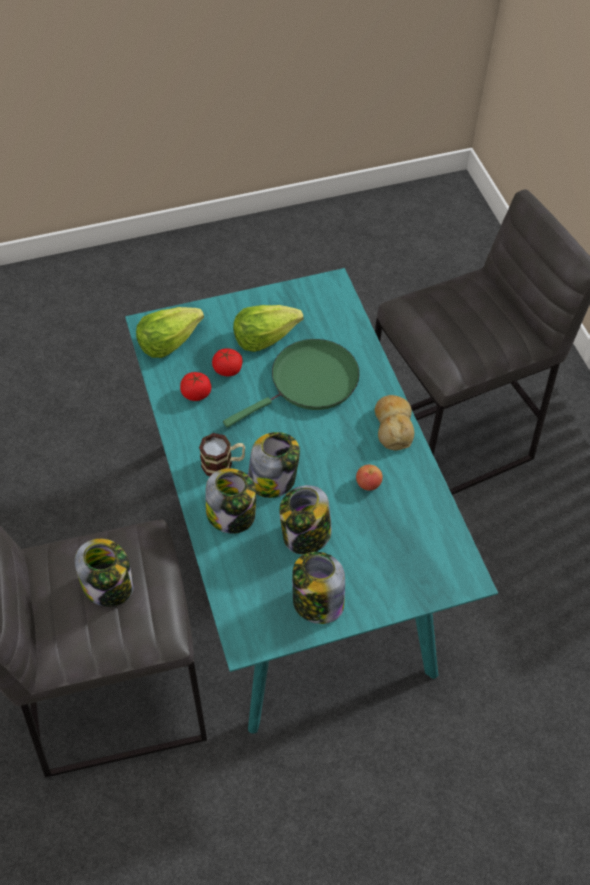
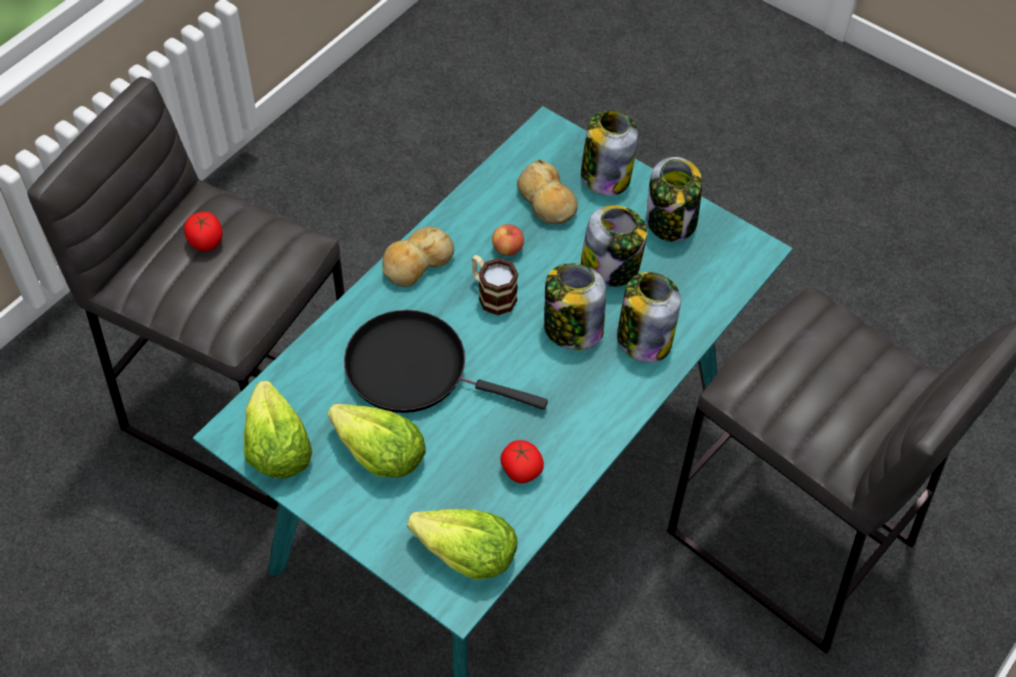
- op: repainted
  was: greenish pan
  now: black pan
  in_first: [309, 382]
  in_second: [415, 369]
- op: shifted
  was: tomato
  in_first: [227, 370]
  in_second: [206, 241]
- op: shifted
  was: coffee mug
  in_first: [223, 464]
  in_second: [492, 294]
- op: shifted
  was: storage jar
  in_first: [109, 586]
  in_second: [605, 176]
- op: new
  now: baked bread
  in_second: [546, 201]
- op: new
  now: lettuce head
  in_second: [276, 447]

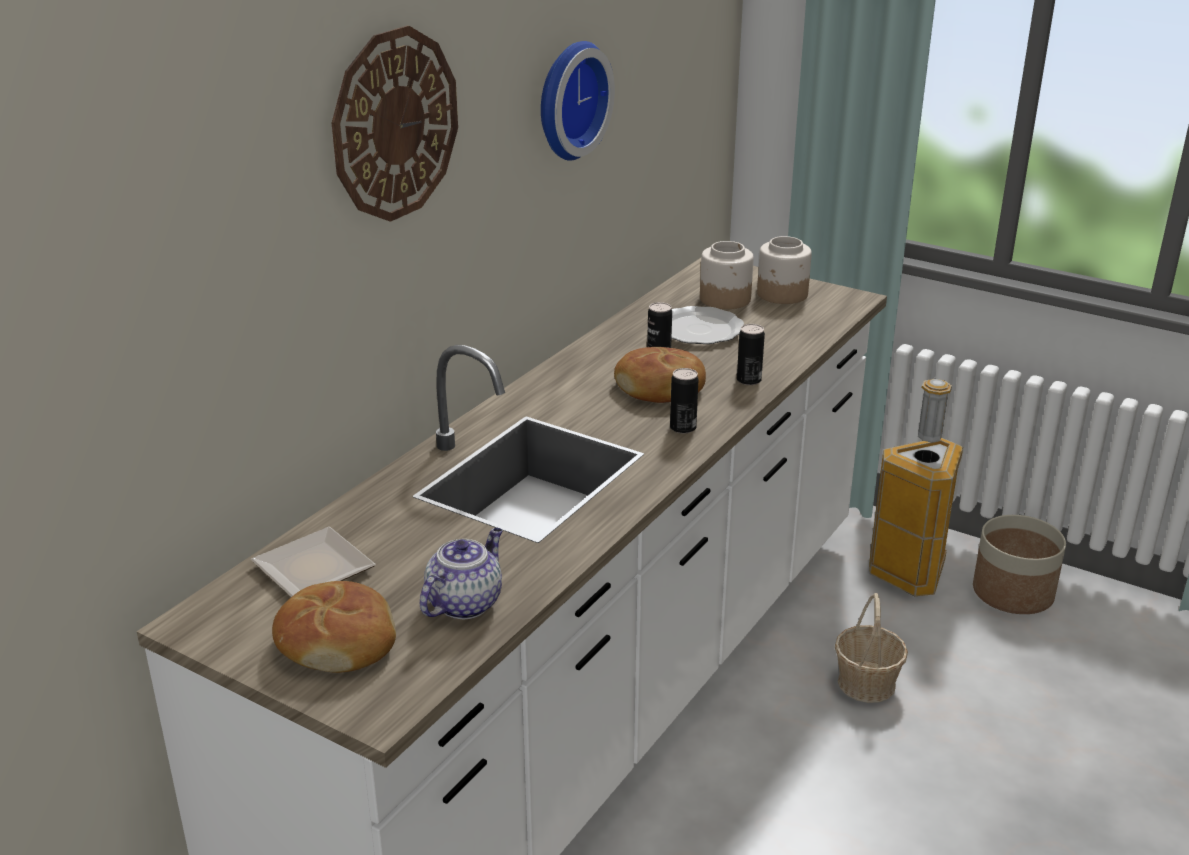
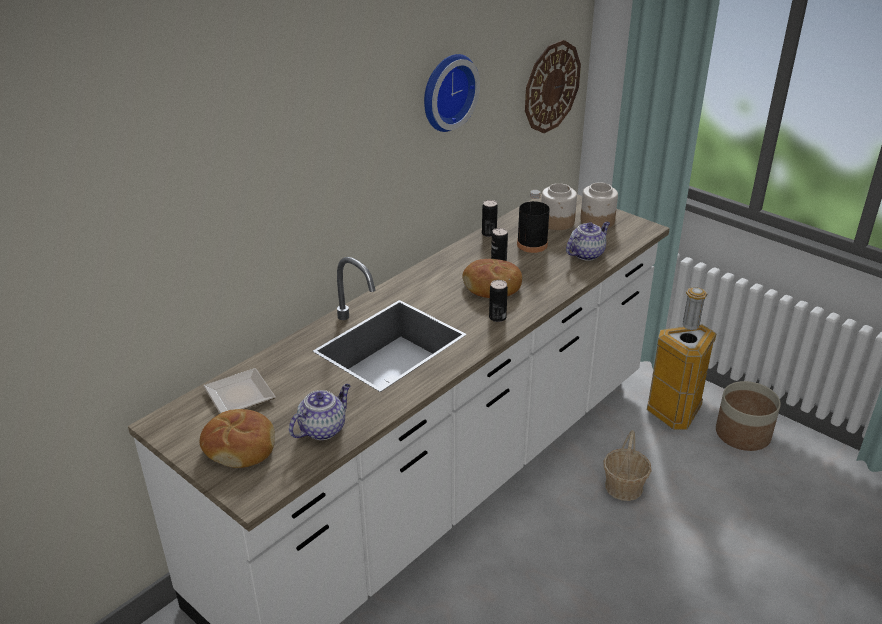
- op: shifted
  was: wall clock
  in_first: [395, 124]
  in_second: [551, 87]
- op: swapped
  was: dinner plate
  now: black bottle
  in_first: [699, 330]
  in_second: [532, 245]
- op: shifted
  was: metal can
  in_first: [749, 380]
  in_second: [489, 233]
- op: new
  now: pot for tea
  in_second: [586, 254]

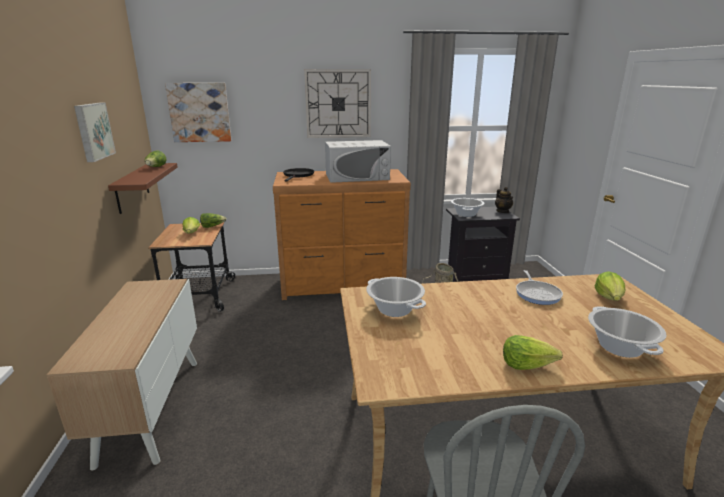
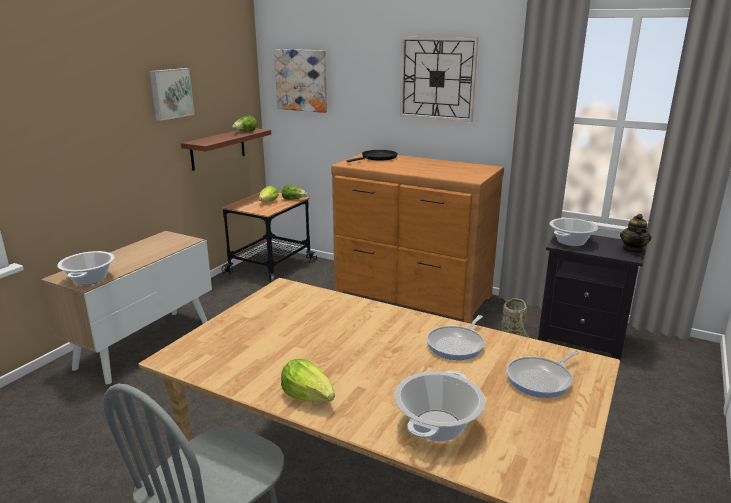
- op: gone
  was: whitish microwave oven
  in_first: [357, 177]
- op: swapped
  was: lettuce head
  now: pan
  in_first: [609, 298]
  in_second: [541, 379]
- op: shifted
  was: stockpot
  in_first: [395, 309]
  in_second: [90, 279]

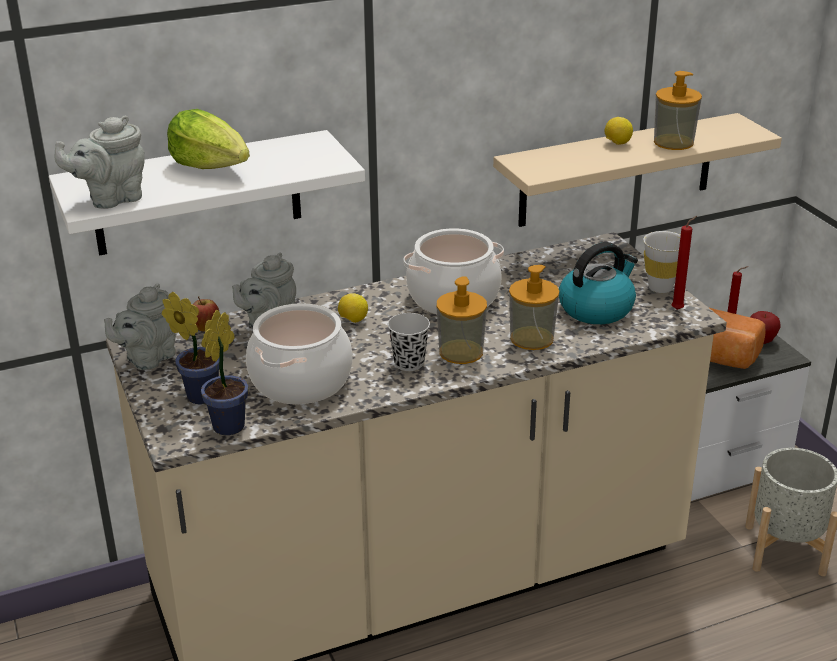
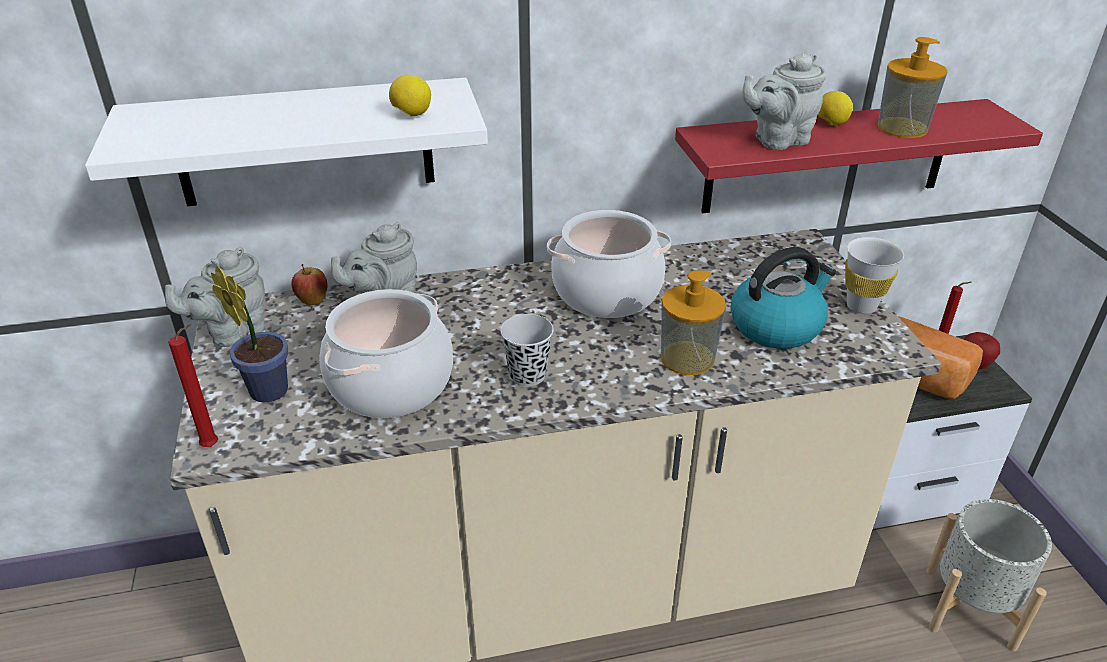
- op: gone
  was: lettuce head
  in_first: [211, 166]
- op: repainted
  was: beige-coloured shelf
  now: red-coloured shelf
  in_first: [617, 170]
  in_second: [828, 157]
- op: shifted
  was: gray pot for tea
  in_first: [111, 199]
  in_second: [777, 140]
- op: shifted
  was: red-coloured wax light
  in_first: [679, 309]
  in_second: [213, 446]
- op: gone
  was: soap dispenser
  in_first: [461, 352]
- op: shifted
  was: whole lemon
  in_first: [353, 320]
  in_second: [411, 115]
- op: gone
  was: plant in a pot
  in_first: [231, 424]

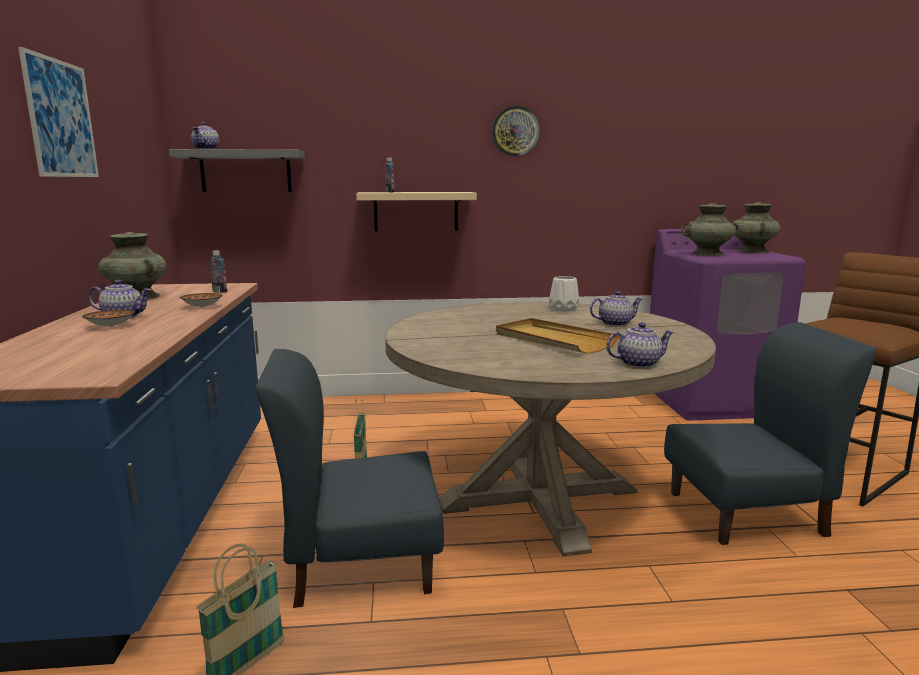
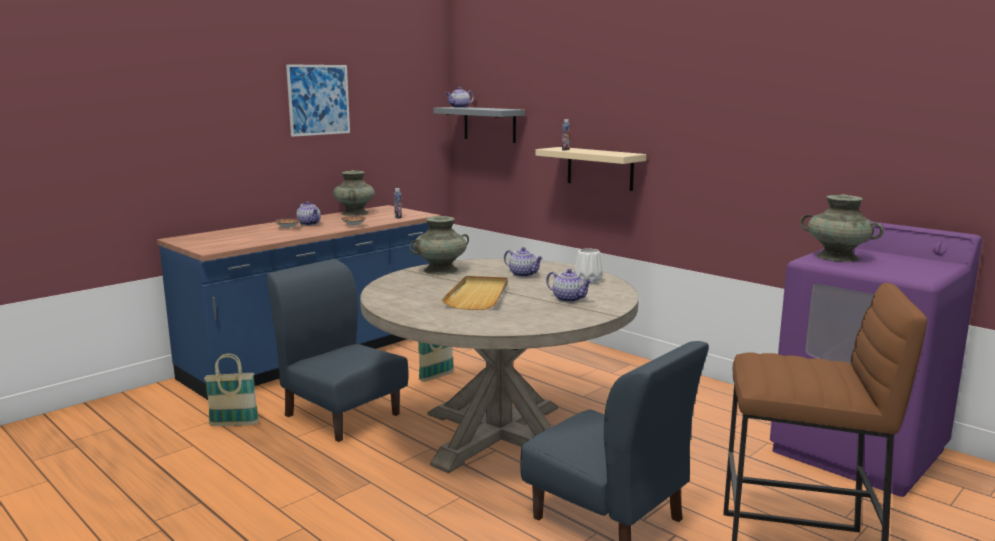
- op: gone
  was: wall clock
  in_first: [515, 131]
- op: shifted
  was: blue-green decorative vase
  in_first: [752, 251]
  in_second: [440, 270]
- op: shifted
  was: pot for tea
  in_first: [638, 363]
  in_second: [523, 274]

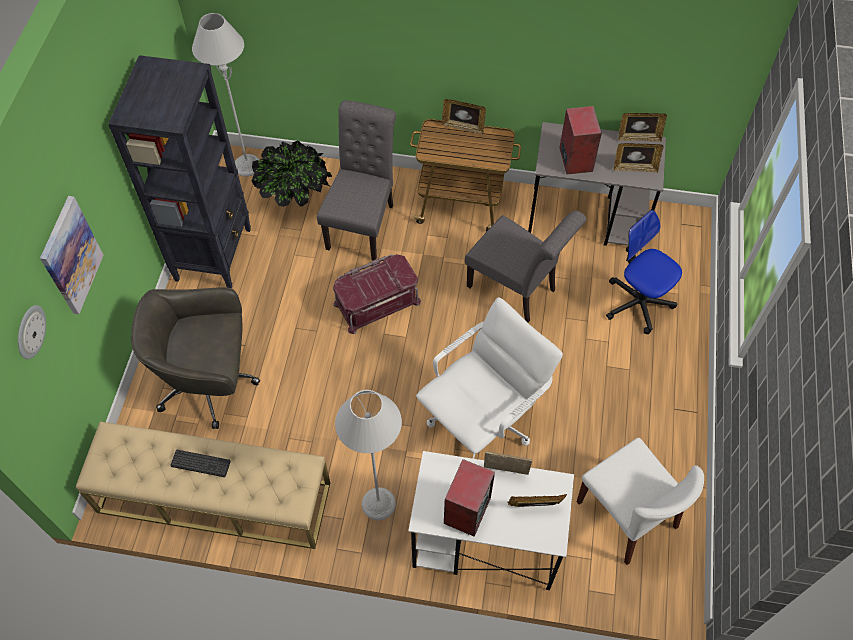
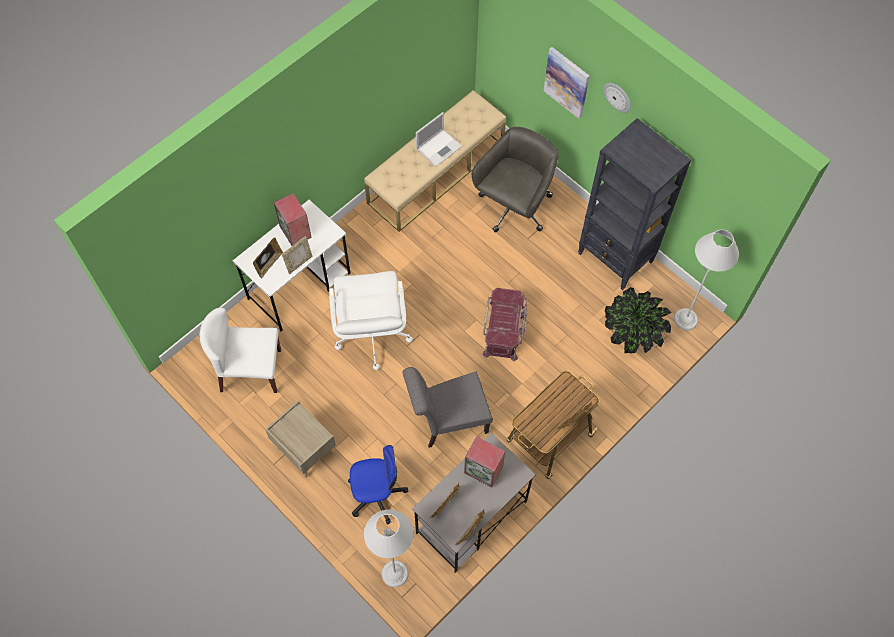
- op: gone
  was: gray plain chair
  in_first: [363, 223]
- op: shifted
  was: wall clock
  in_first: [30, 331]
  in_second: [617, 97]
- op: shifted
  was: gray floor lamp
  in_first: [378, 503]
  in_second: [395, 573]
- op: swapped
  was: computer keyboard
  now: portable computer
  in_first: [200, 463]
  in_second: [439, 147]
- op: new
  now: beige-coloured night table
  in_second: [304, 451]

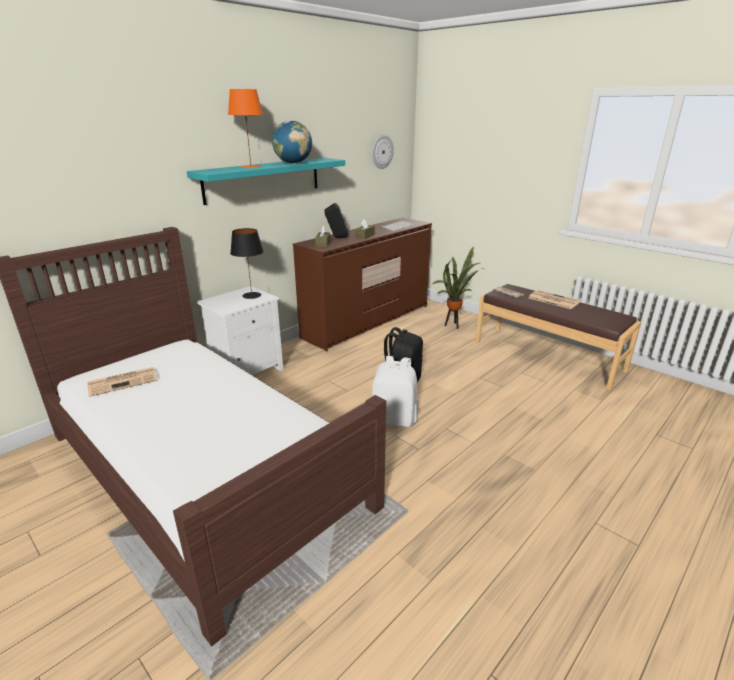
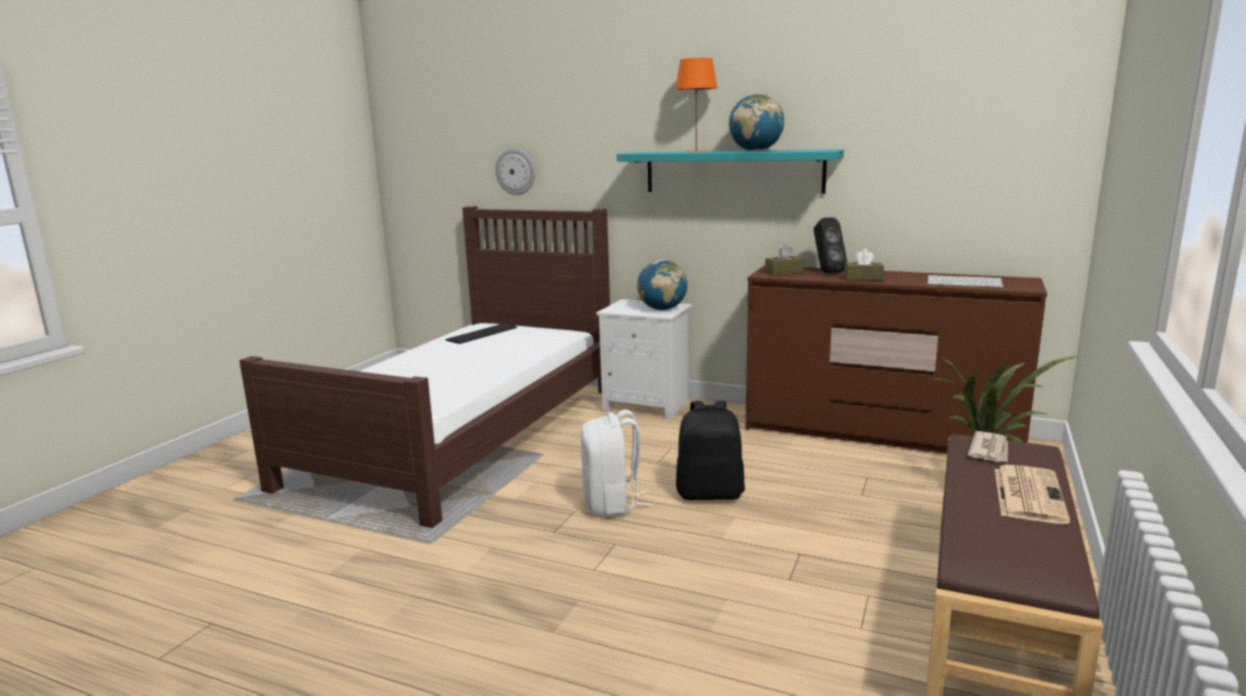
- op: shifted
  was: wall clock
  in_first: [382, 152]
  in_second: [516, 171]
- op: swapped
  was: black lamp for a table
  now: desk globe
  in_first: [252, 295]
  in_second: [662, 309]
- op: swapped
  was: printed paper
  now: computer keyboard
  in_first: [124, 381]
  in_second: [483, 334]

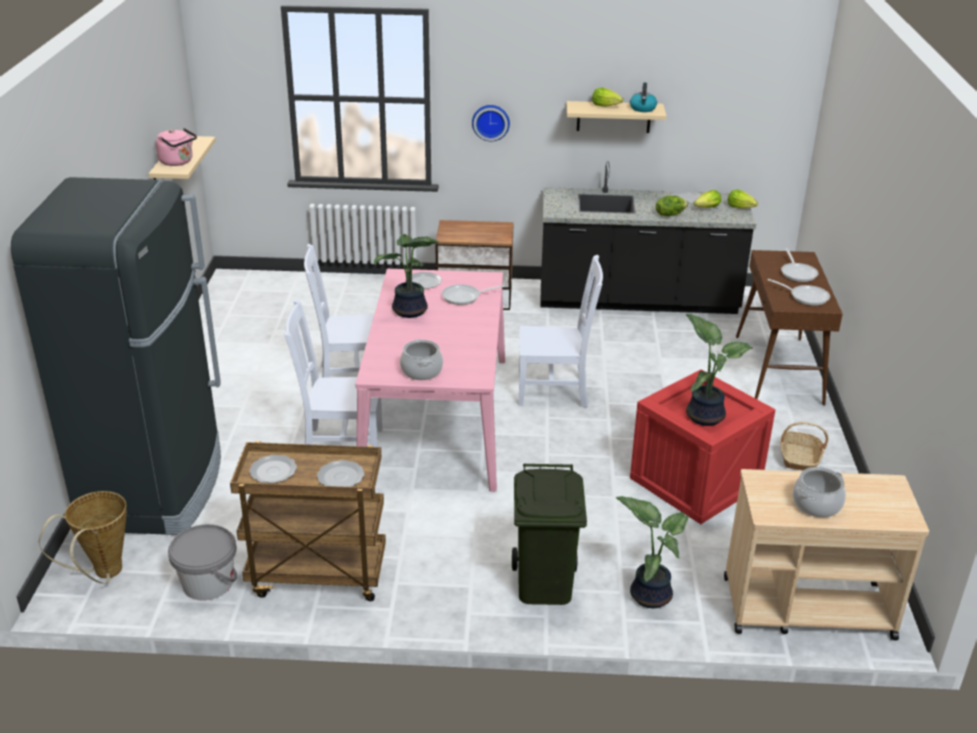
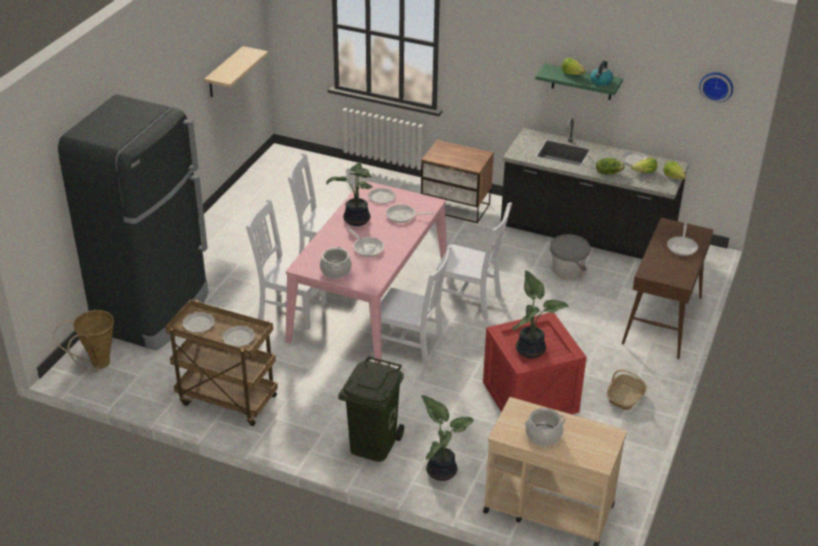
- op: repainted
  was: beige-coloured shelf
  now: greenish shelf
  in_first: [613, 117]
  in_second: [582, 82]
- op: shifted
  was: wall clock
  in_first: [490, 122]
  in_second: [716, 86]
- op: gone
  was: pink tea kettle
  in_first: [178, 162]
- op: shifted
  was: pan
  in_first: [805, 297]
  in_second: [367, 247]
- op: shifted
  was: gray pail
  in_first: [208, 583]
  in_second: [567, 270]
- op: new
  now: whitish plain chair
  in_second: [411, 346]

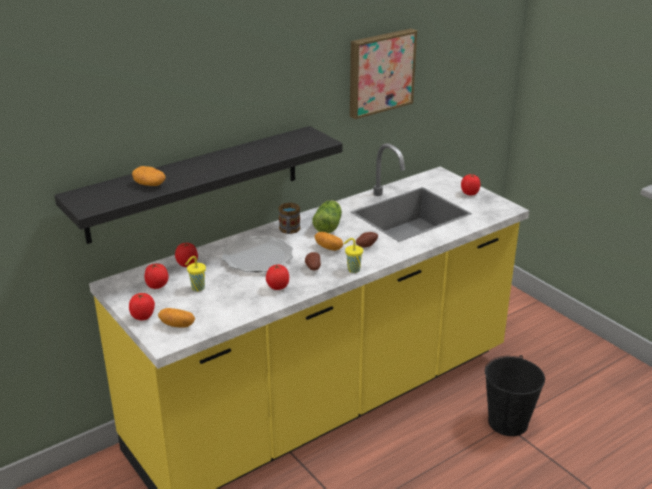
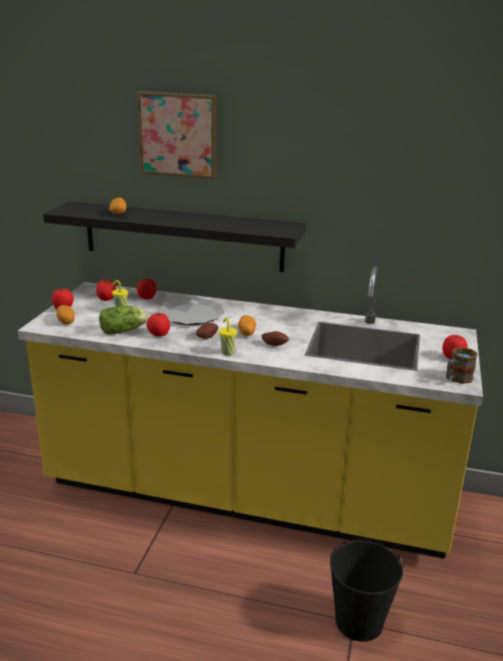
- op: shifted
  was: wall picture
  in_first: [380, 72]
  in_second: [179, 134]
- op: shifted
  was: lettuce head
  in_first: [328, 225]
  in_second: [125, 330]
- op: shifted
  was: coffee mug
  in_first: [289, 231]
  in_second: [456, 379]

